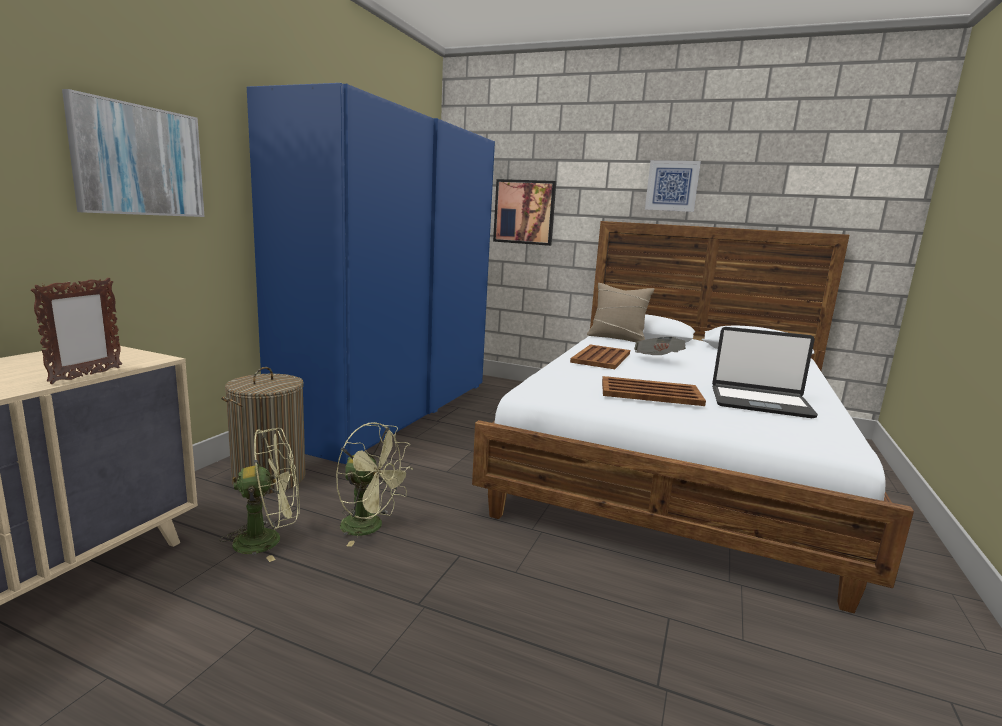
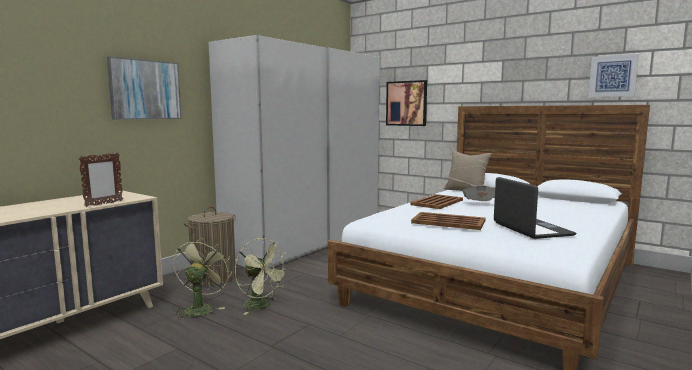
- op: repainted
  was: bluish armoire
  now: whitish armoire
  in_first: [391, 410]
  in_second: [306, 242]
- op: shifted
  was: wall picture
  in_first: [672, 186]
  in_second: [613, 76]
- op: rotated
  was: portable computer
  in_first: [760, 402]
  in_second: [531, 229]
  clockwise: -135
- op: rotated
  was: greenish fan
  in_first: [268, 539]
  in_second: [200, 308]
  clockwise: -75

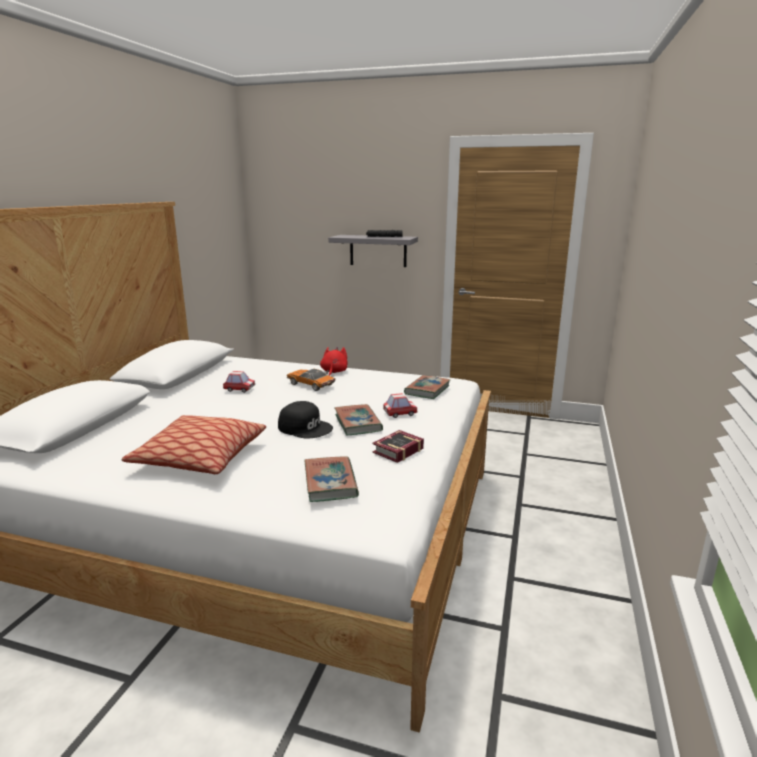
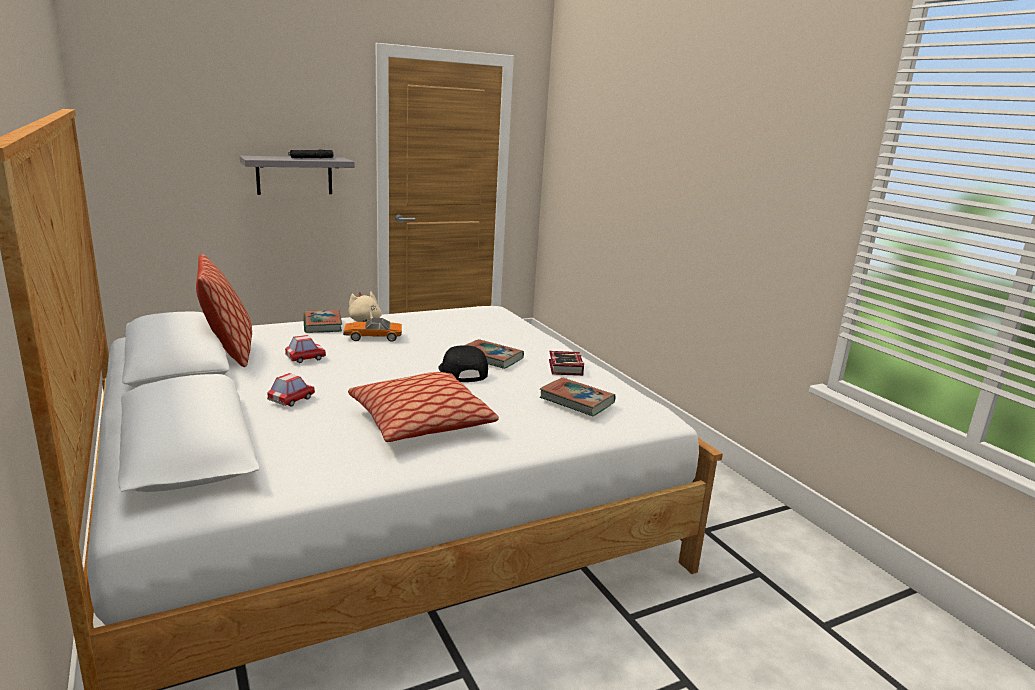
- op: repainted
  was: red-coloured soft toy
  now: beige-coloured soft toy
  in_first: [333, 372]
  in_second: [365, 321]
- op: shifted
  was: bound book
  in_first: [427, 390]
  in_second: [322, 325]
- op: shifted
  was: model car
  in_first: [400, 413]
  in_second: [291, 400]
- op: rotated
  was: black cap
  in_first: [305, 427]
  in_second: [462, 371]
  clockwise: -90
- op: new
  now: pillow
  in_second: [228, 352]

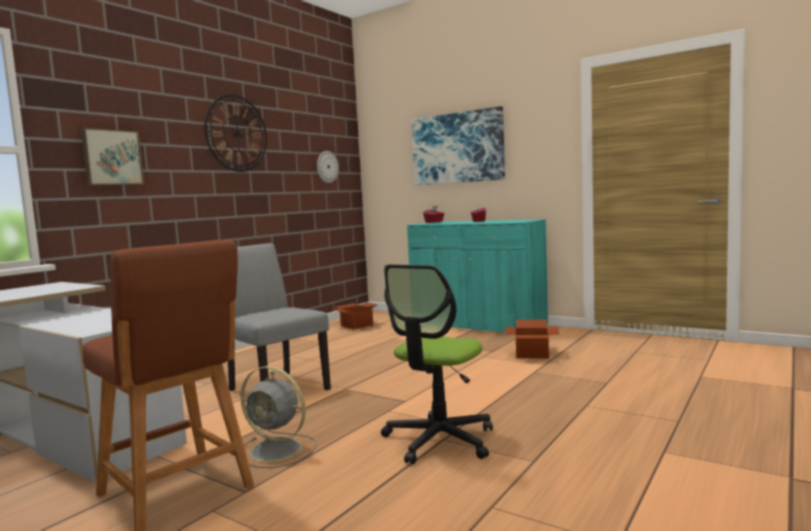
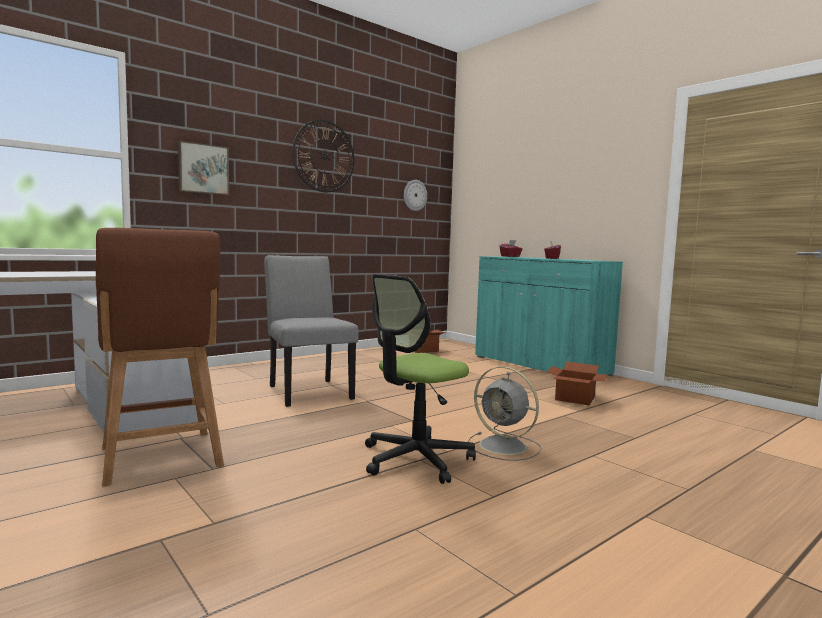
- op: gone
  was: wall picture
  in_first: [457, 148]
- op: shifted
  was: gray fan
  in_first: [278, 450]
  in_second: [505, 447]

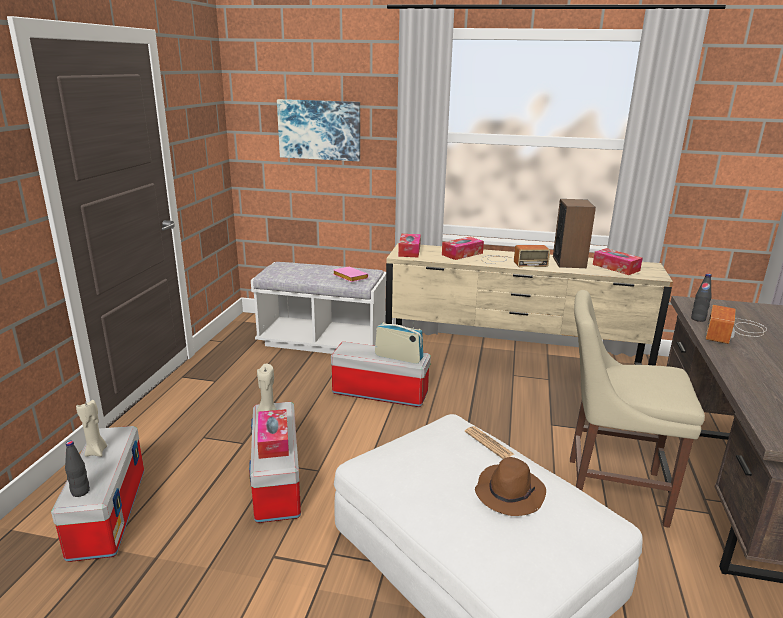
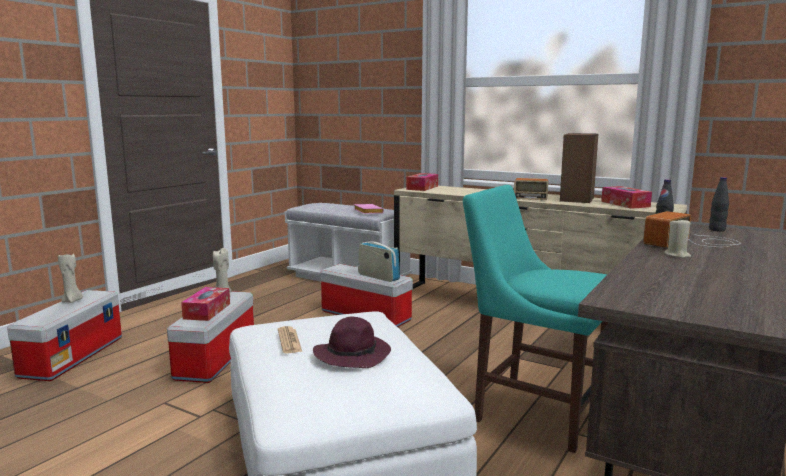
- op: gone
  was: wall picture
  in_first: [319, 130]
- op: gone
  was: tissue holder
  in_first: [462, 254]
- op: repainted
  was: beige-coloured plain chair
  now: blue-green plain chair
  in_first: [608, 489]
  in_second: [533, 412]
- op: shifted
  was: printed paper
  in_first: [489, 443]
  in_second: [289, 341]
- op: shifted
  was: black bottle
  in_first: [80, 492]
  in_second: [717, 230]
- op: repainted
  was: brown clothing hat
  now: purple clothing hat
  in_first: [509, 493]
  in_second: [353, 355]
- op: new
  now: beige-coloured wax light
  in_second: [677, 255]

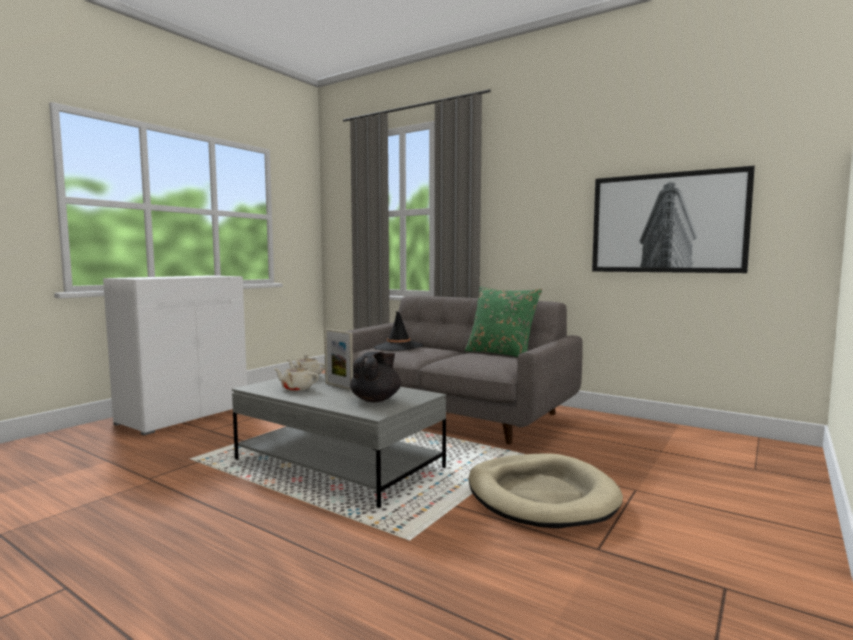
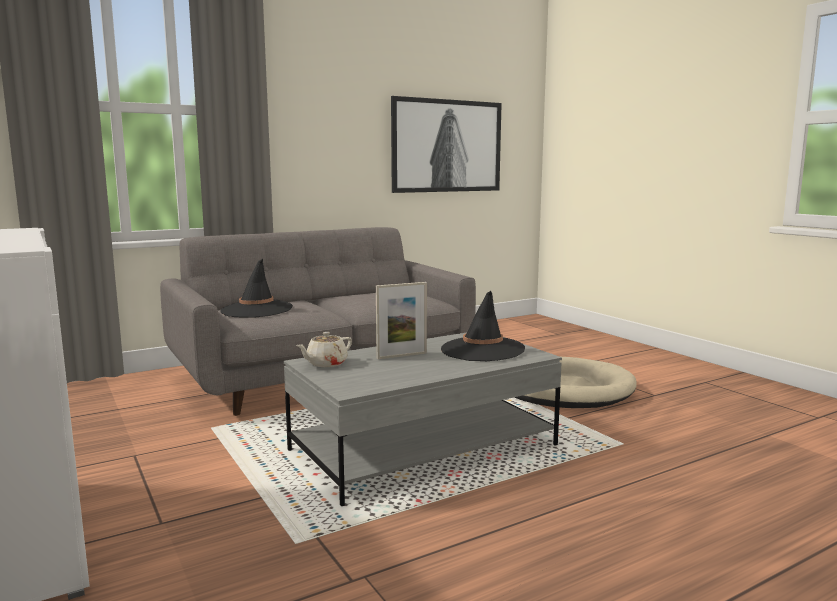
- op: gone
  was: greenish pillow
  in_first: [501, 353]
- op: swapped
  was: black pot for tea
  now: black clothing hat
  in_first: [376, 400]
  in_second: [482, 349]
- op: gone
  was: beige-coloured pot for tea
  in_first: [296, 388]

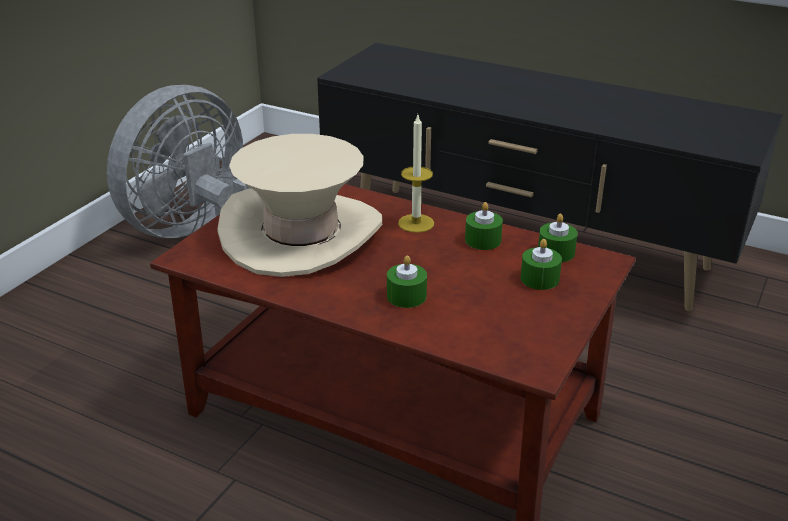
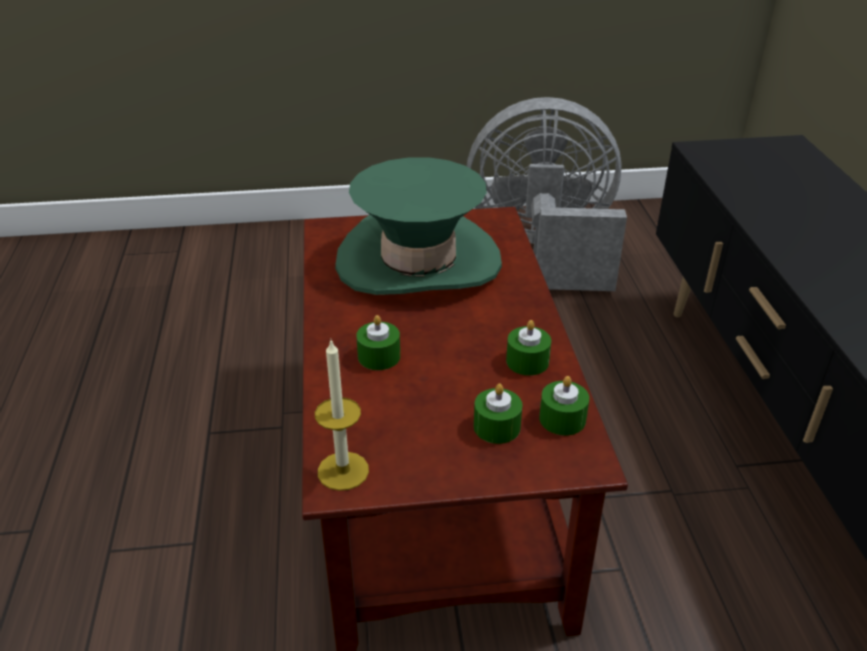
- op: shifted
  was: wax light
  in_first: [416, 223]
  in_second: [343, 471]
- op: repainted
  was: beige-coloured clothing hat
  now: greenish clothing hat
  in_first: [301, 234]
  in_second: [418, 261]

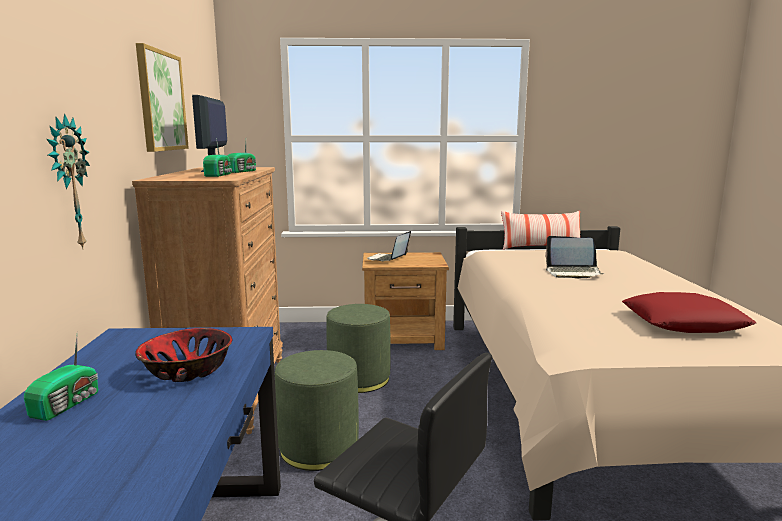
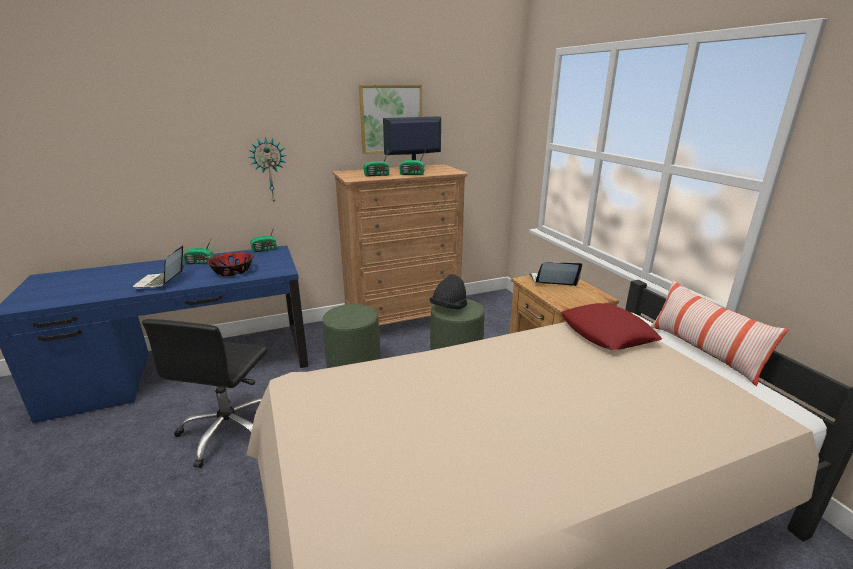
- op: shifted
  was: portable computer
  in_first: [573, 273]
  in_second: [161, 281]
- op: shifted
  was: red-coloured pillow
  in_first: [684, 322]
  in_second: [606, 333]
- op: new
  now: radio receiver
  in_second: [265, 249]
- op: new
  now: black clothing hat
  in_second: [449, 308]

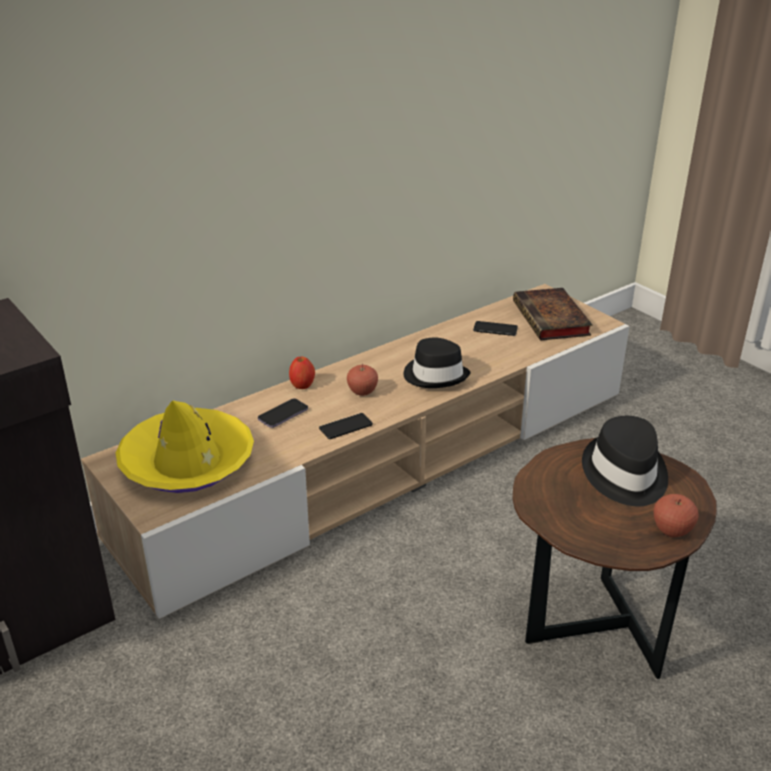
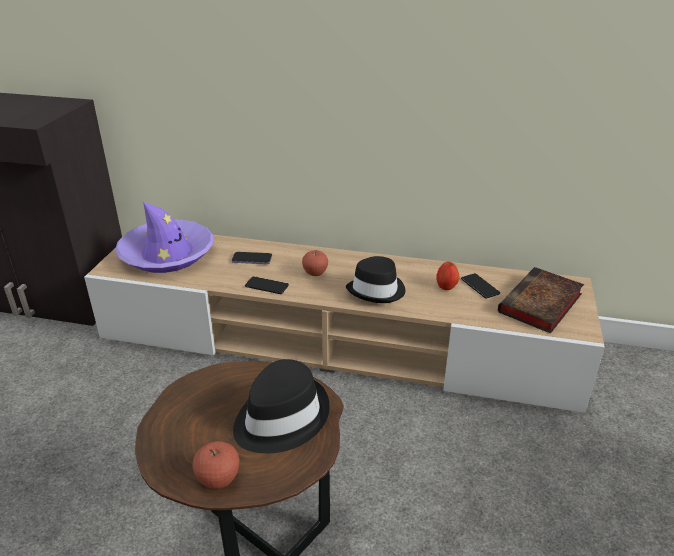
- op: shifted
  was: apple fruit
  in_first: [302, 385]
  in_second: [446, 287]
- op: repainted
  was: yellow clothing hat
  now: purple clothing hat
  in_first: [187, 462]
  in_second: [167, 254]

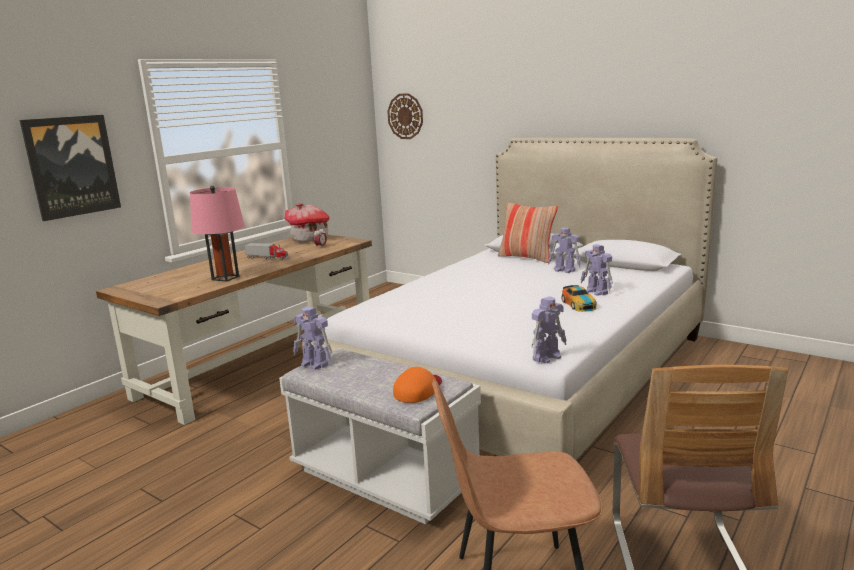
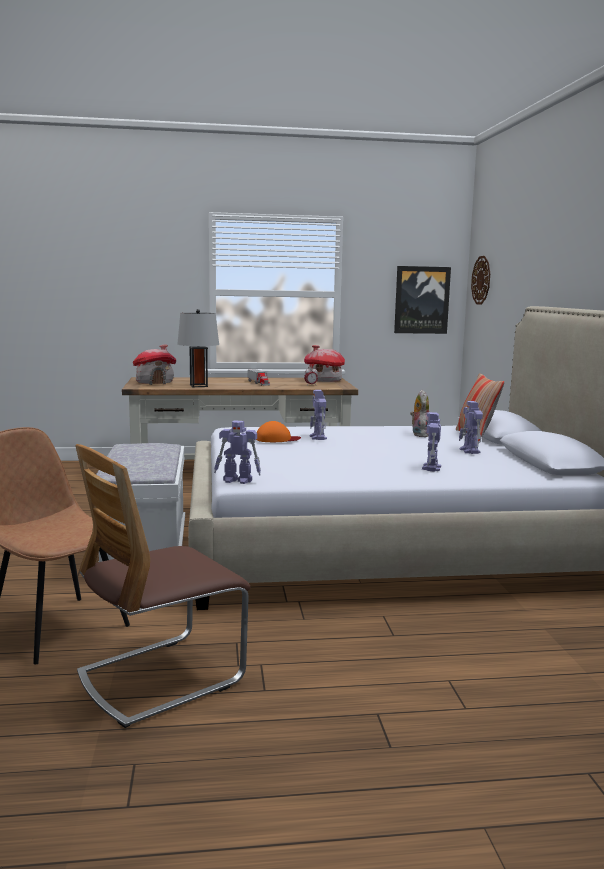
- op: shifted
  was: wall picture
  in_first: [72, 166]
  in_second: [421, 300]
- op: repainted
  was: pink lamp for a table
  now: gray lamp for a table
  in_first: [225, 278]
  in_second: [198, 386]
- op: gone
  was: model car
  in_first: [579, 304]
- op: shifted
  was: robot figure
  in_first: [315, 364]
  in_second: [318, 437]
- op: shifted
  was: orange-coloured cap
  in_first: [418, 389]
  in_second: [277, 439]
- op: new
  now: model house
  in_second: [155, 382]
- op: new
  now: soft toy
  in_second: [419, 434]

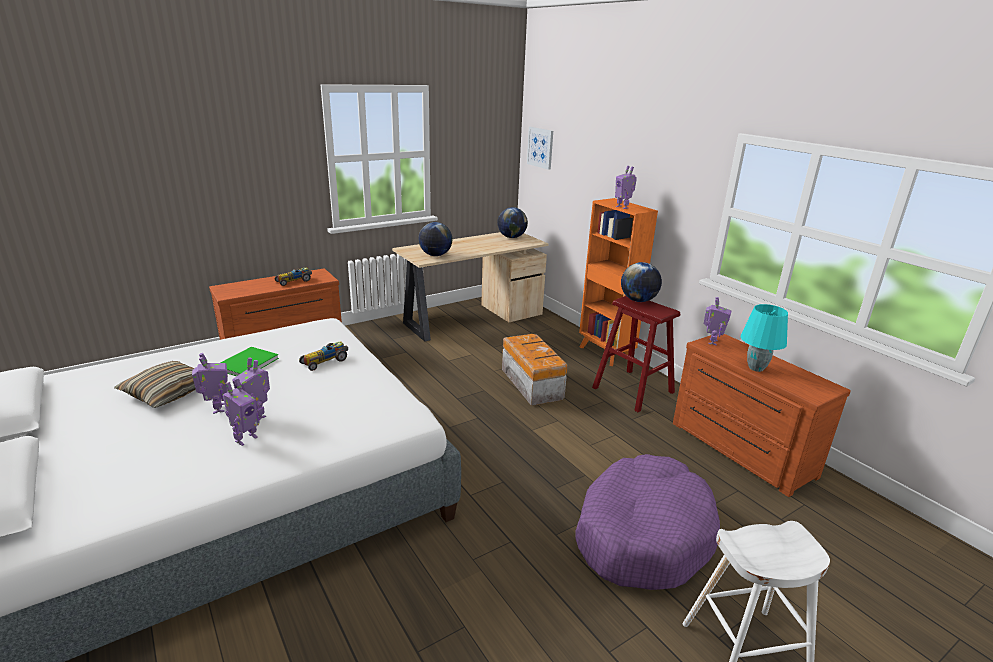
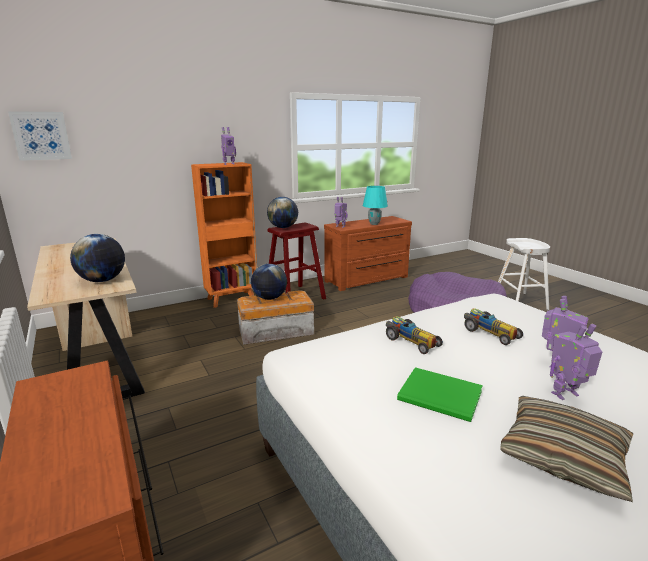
- op: shifted
  was: desk globe
  in_first: [511, 237]
  in_second: [269, 298]
- op: shifted
  was: model car
  in_first: [295, 280]
  in_second: [489, 332]
- op: gone
  was: robot figure
  in_first: [245, 439]

